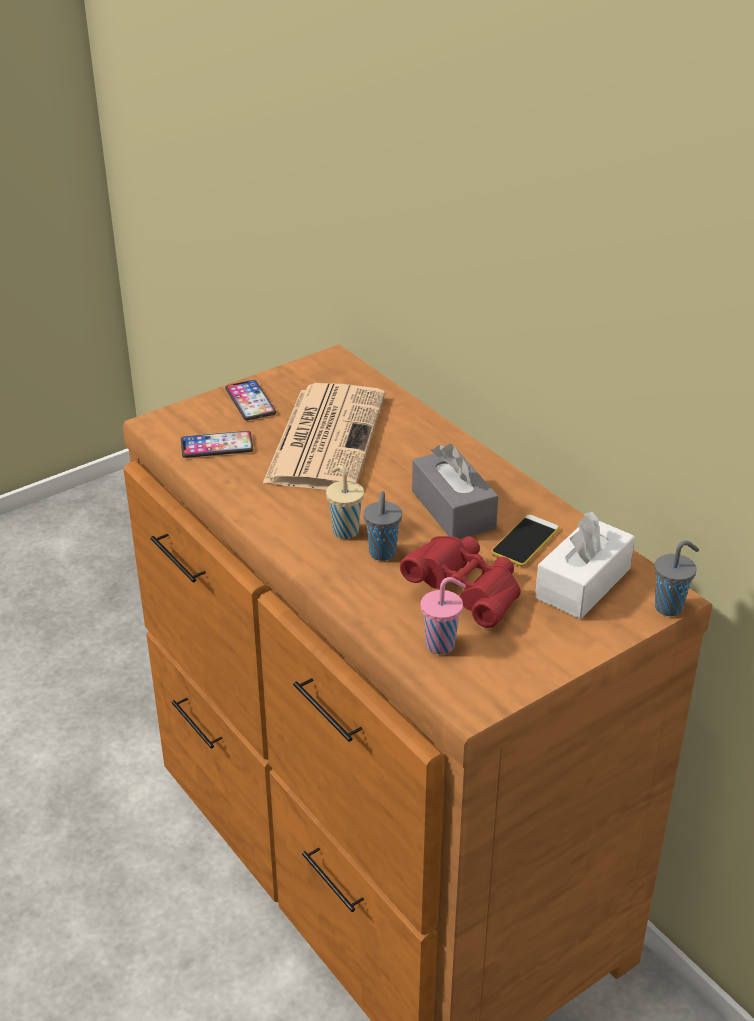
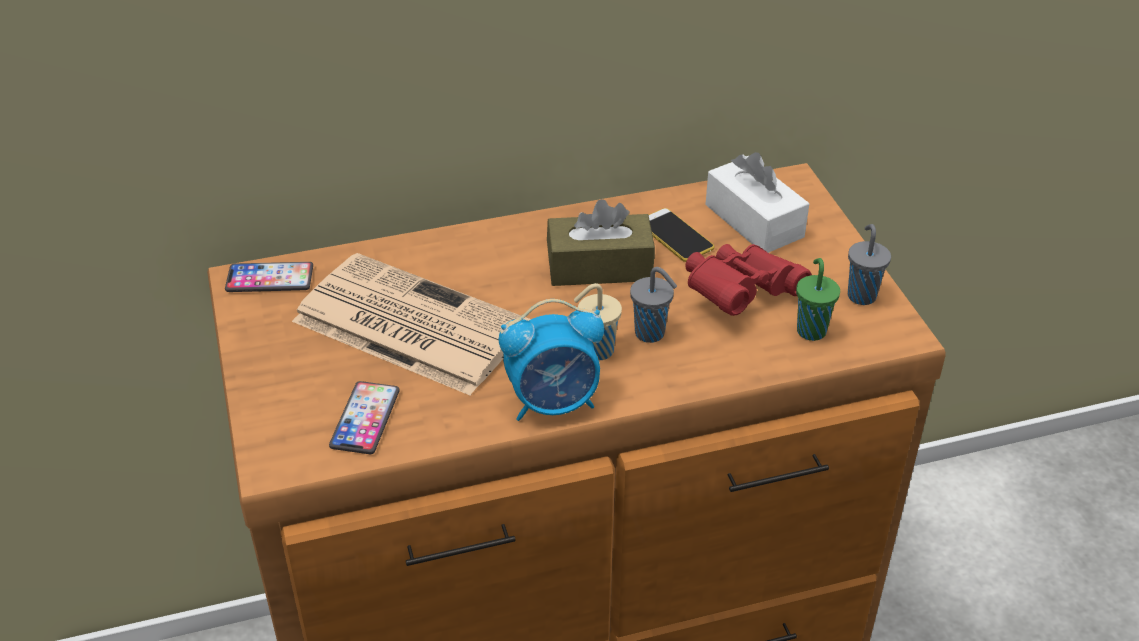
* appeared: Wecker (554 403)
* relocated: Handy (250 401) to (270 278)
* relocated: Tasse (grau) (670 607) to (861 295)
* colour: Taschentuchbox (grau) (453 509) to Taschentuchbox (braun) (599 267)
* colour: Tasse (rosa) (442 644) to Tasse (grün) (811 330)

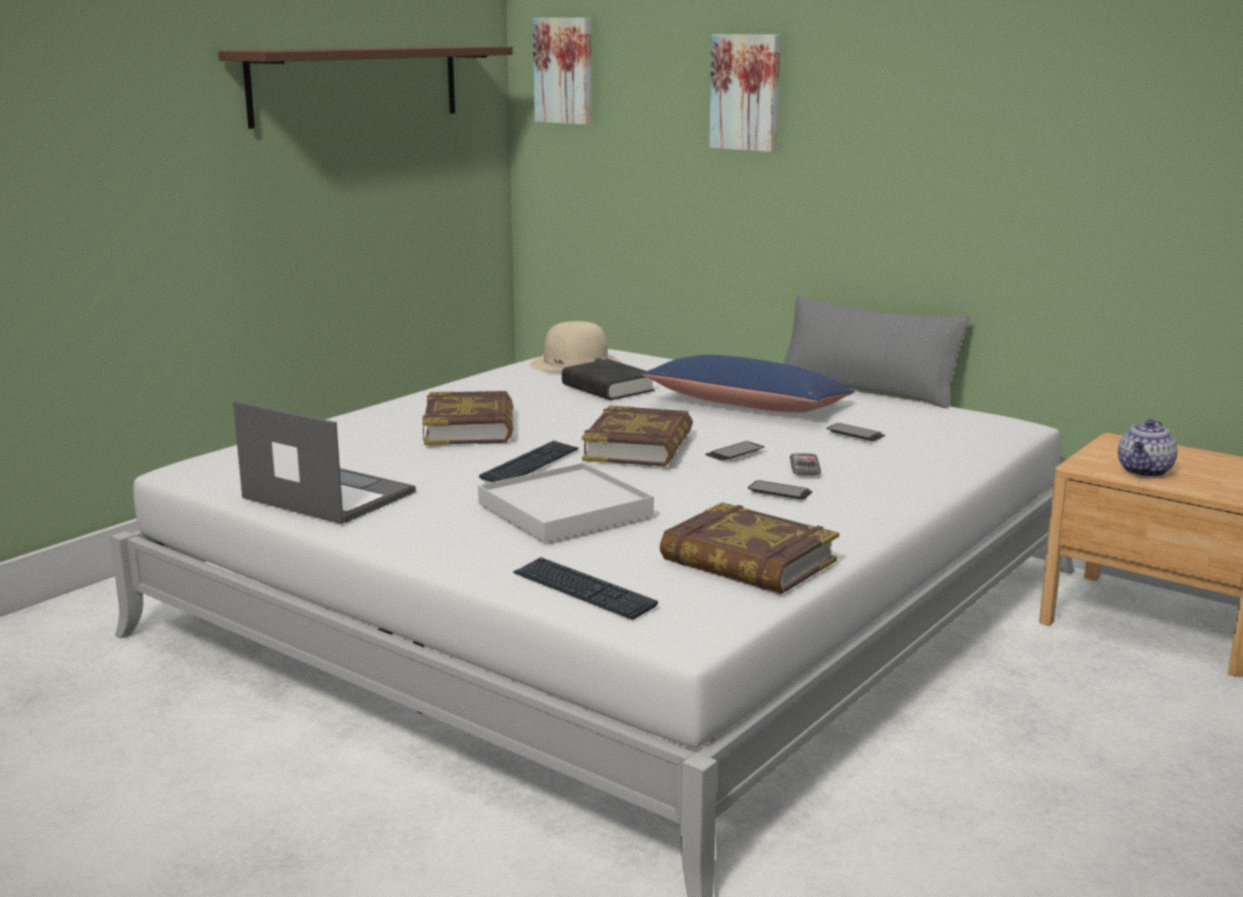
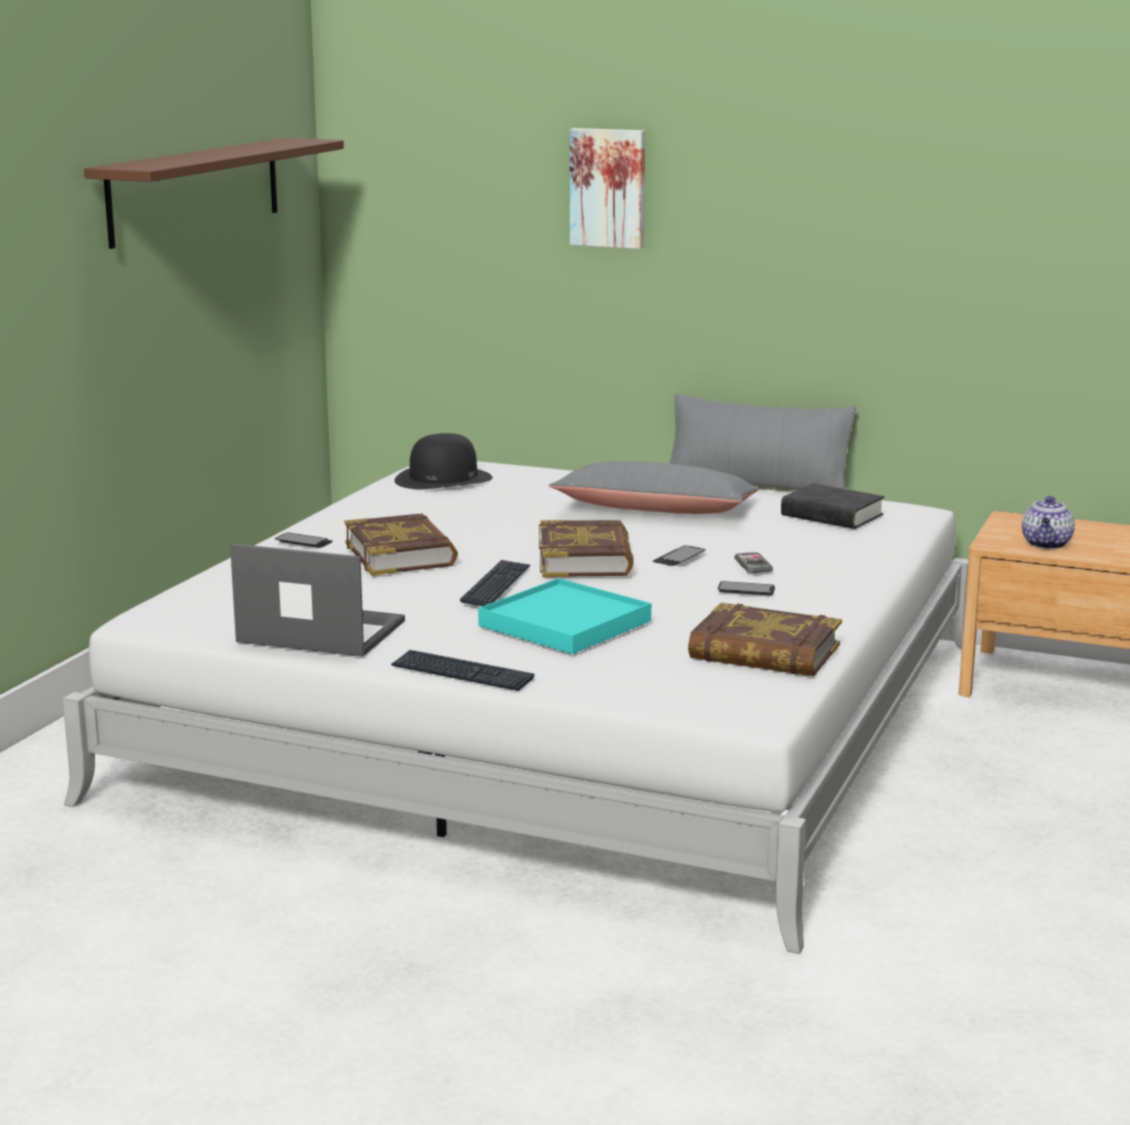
* missing: Bild (565 70)
* relocated: Tastatur (583 591) to (462 673)
* relocated: Buch (schwarz) (607 388) to (832 515)
* relocated: Handy (855 434) to (303 542)
* colour: Tablett (weiß) (564 509) to Tablett (türkis) (564 623)
* colour: Hut (beige) (575 364) to Hut (schwarz) (443 479)
* colour: Kissen (blau) (746 405) to Kissen (grau) (654 510)

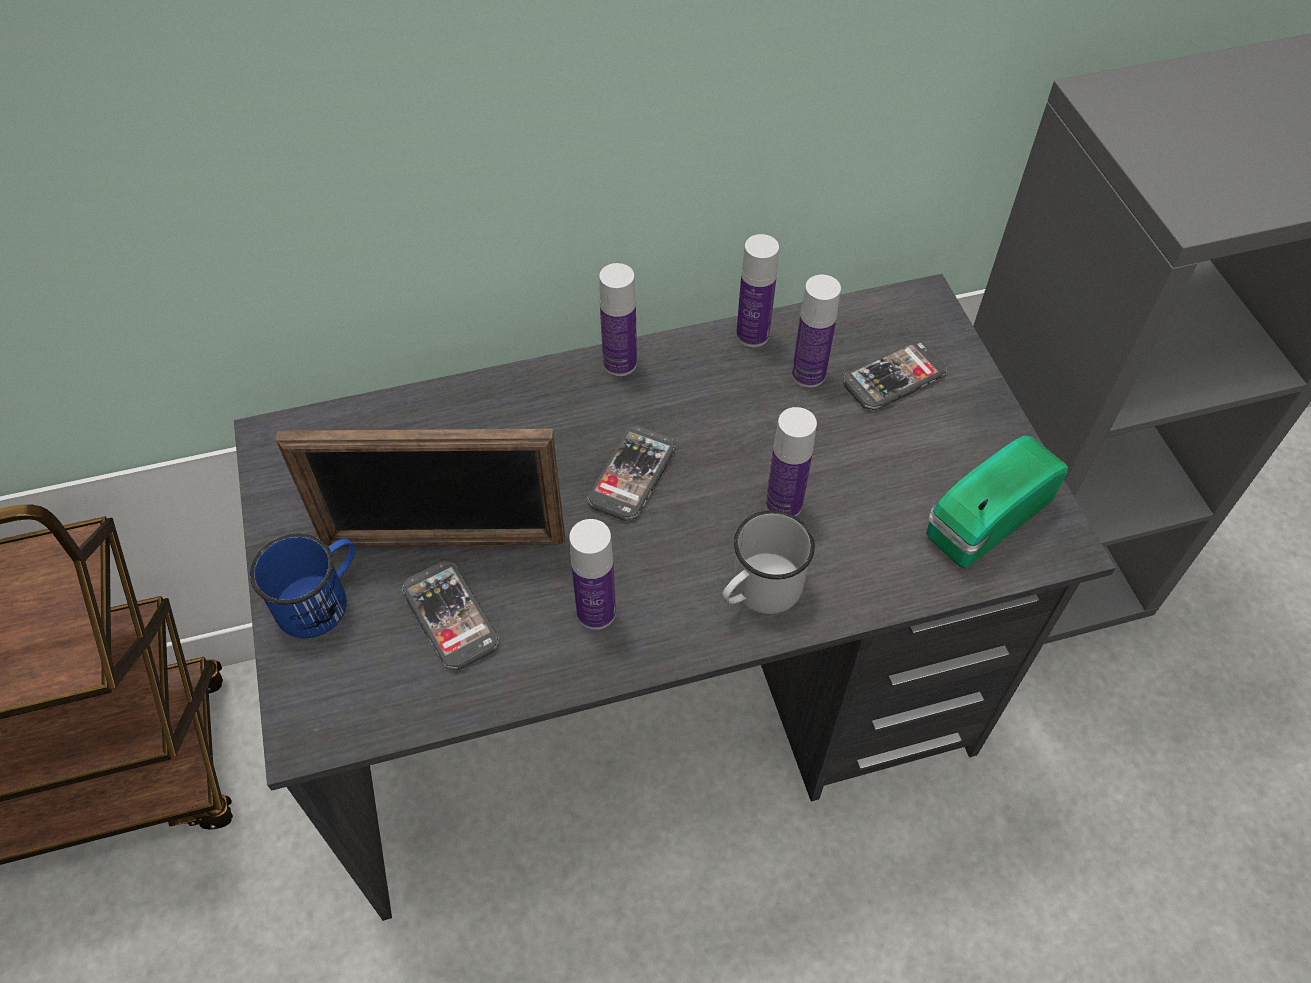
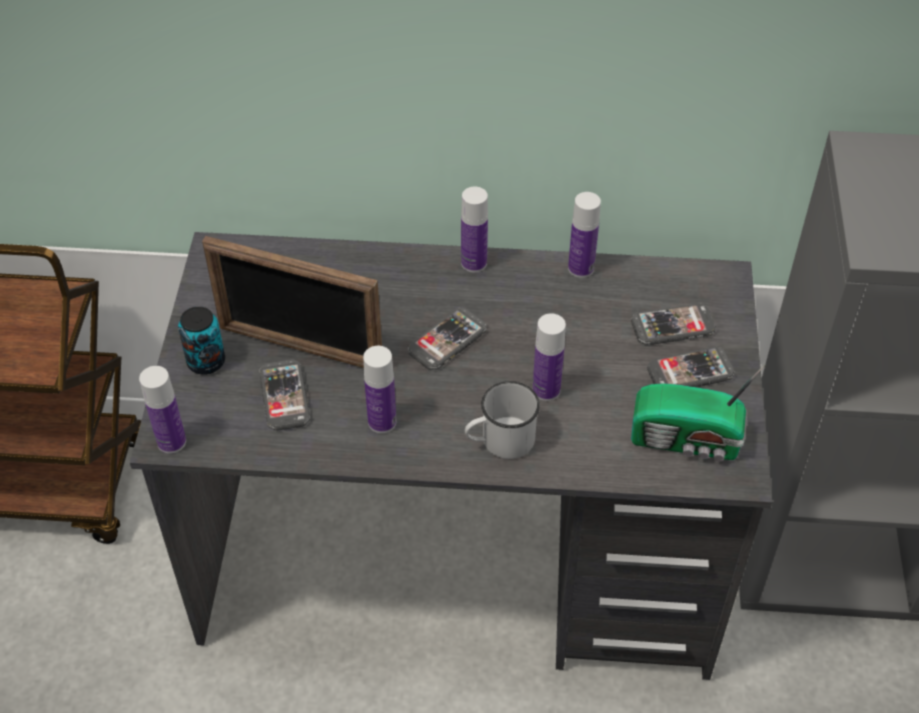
* appeared: Handy (690 372)
* relocated: Flasche (808 374) to (171 442)
* exchanged: Henkelbecher (blau) (321 599) to Dose (206 362)
* spun: Radio (982 519) = (688 441) 150 degrees counterclockwise

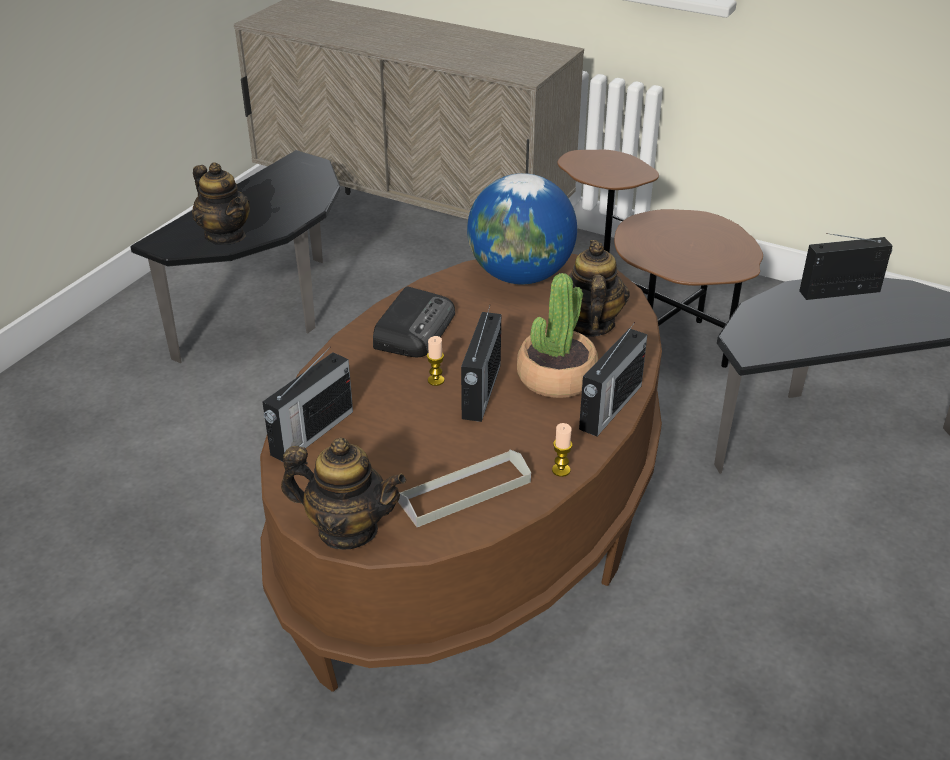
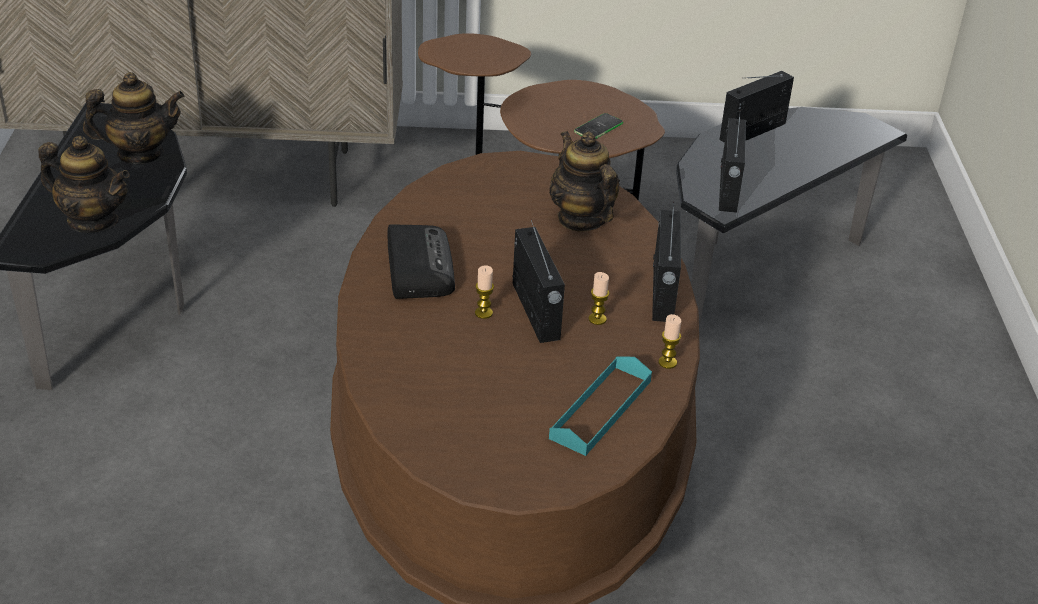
* missing: Globus (520 276)
* missing: Topfpflanze (556 377)
* appeared: Handy (598 128)
* appeared: Kerze (597 319)
* relocated: Radio (310 434) to (728 189)
* relocated: Teekanne (347 529) to (140 154)
* colour: Tablett (grau) (465 492) to Tablett (türkis) (601 409)

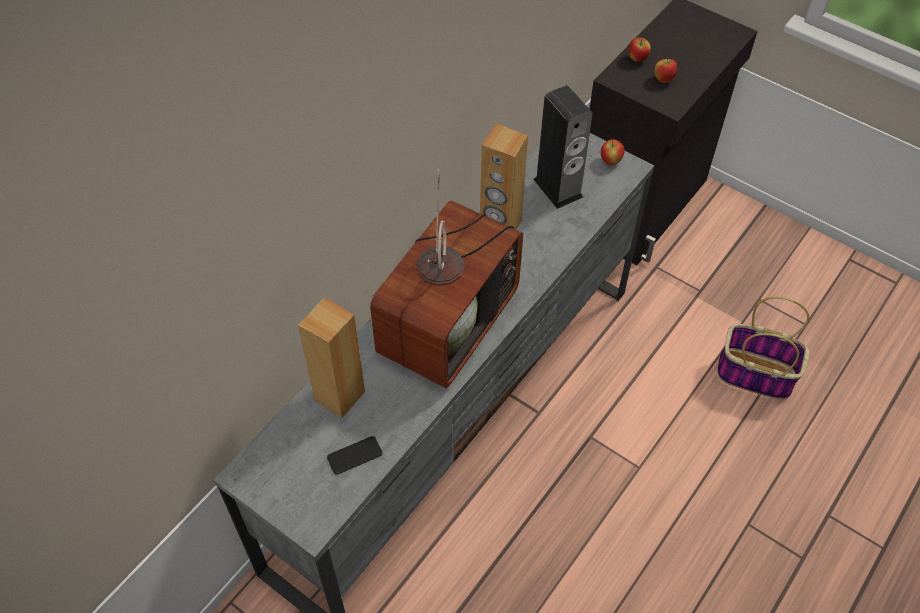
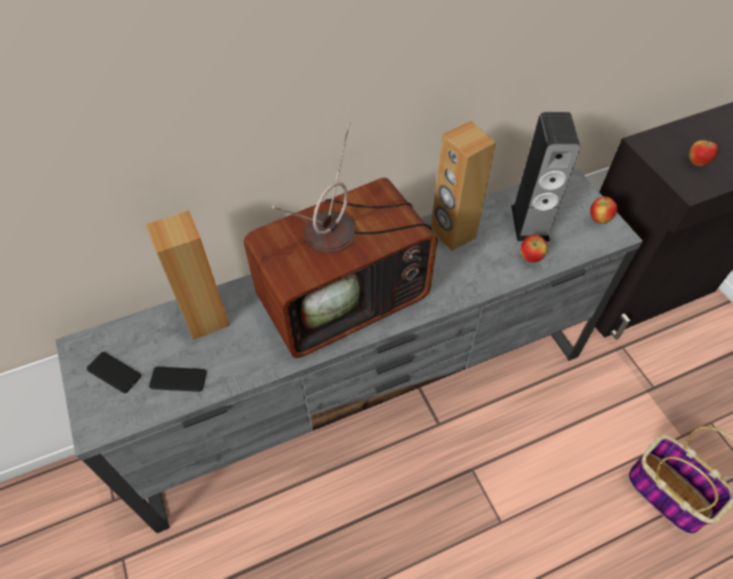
* appeared: Handy (114 372)
* relocated: Apfel (637 59) to (530 257)

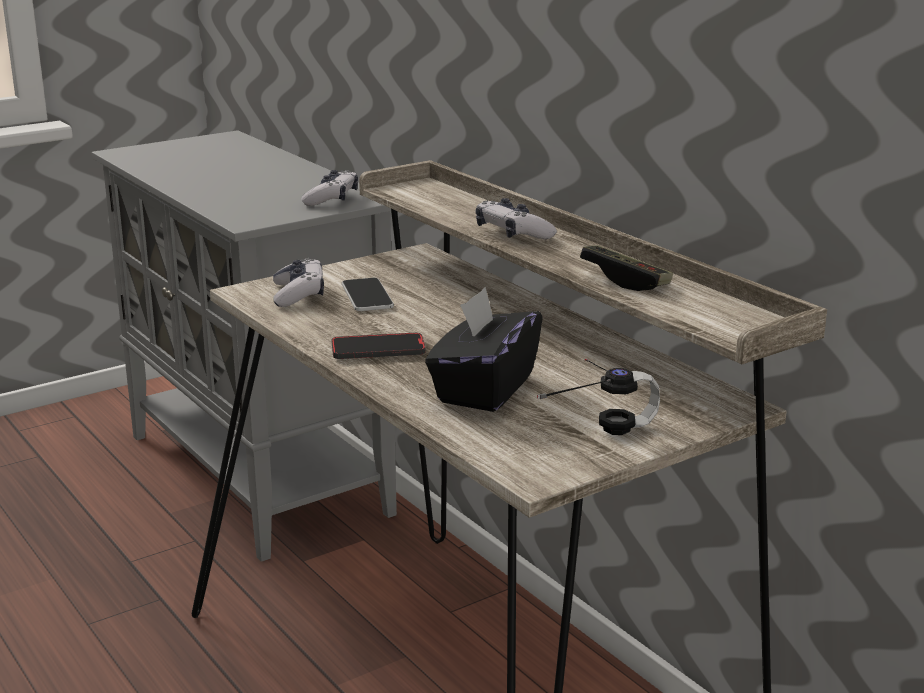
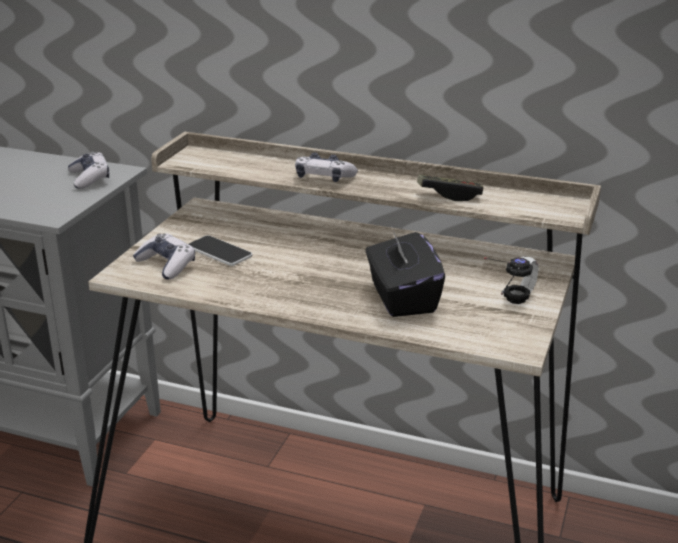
* missing: Handy (378 350)

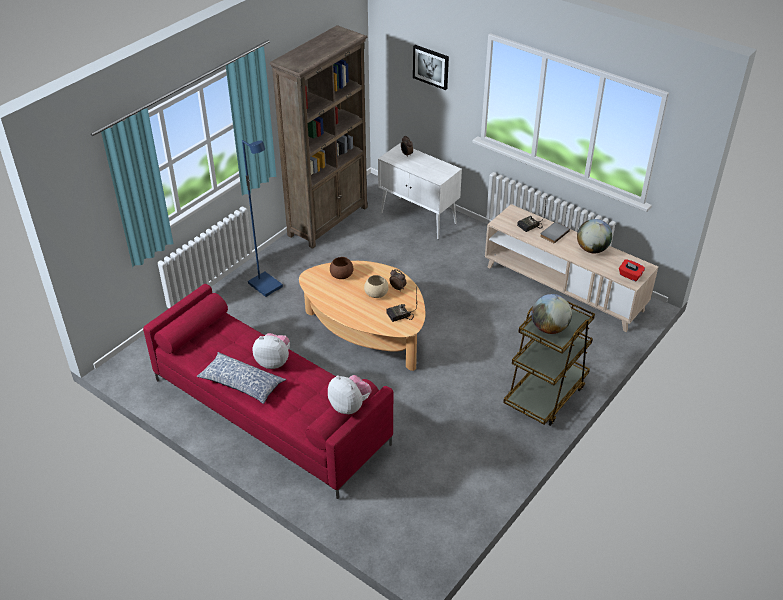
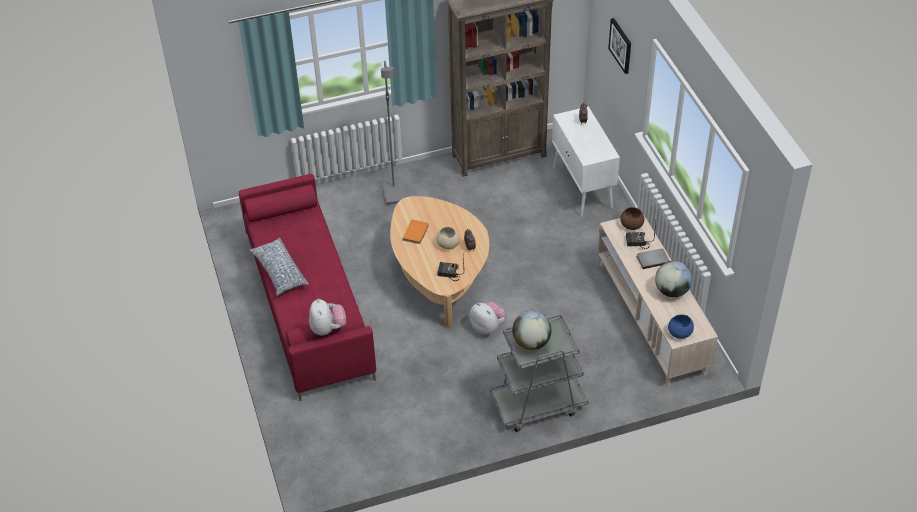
* appeared: Buch (orange) (416 233)
* relocated: Plüschtier (273 361) to (487 327)
* relocated: Schüssel (braun) (341 275) to (631 225)
* exchanged: Taschentuchbox (rot) (630 276) to Schüssel (blau) (680 332)
* colour: Stehlampe (blau) (266 285) to Stehlampe (grau) (396 194)
* colour: Rollwagen (braun) (545 394) to Rollwagen (grau) (538 404)

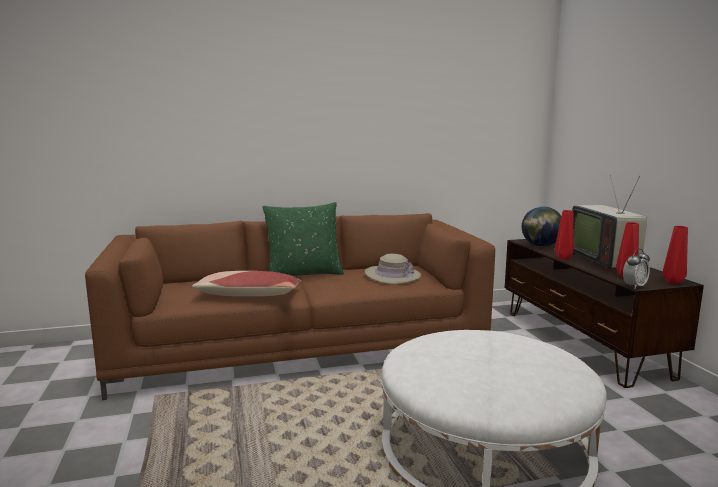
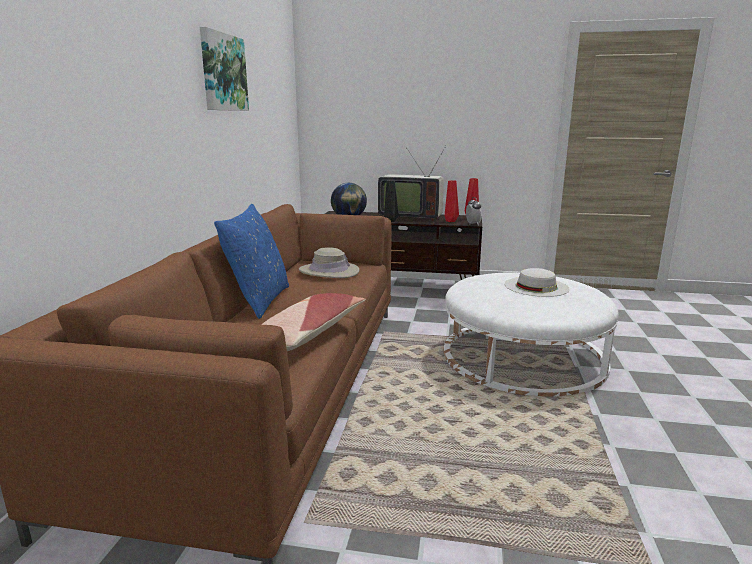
* appeared: Bild (223 72)
* appeared: Hut (weiß) (536 286)
* colour: Kissen (grün) (304 274) to Kissen (blau) (258 301)
* colour: Vase (rot) (564 258) to Vase (schwarz) (391 221)

